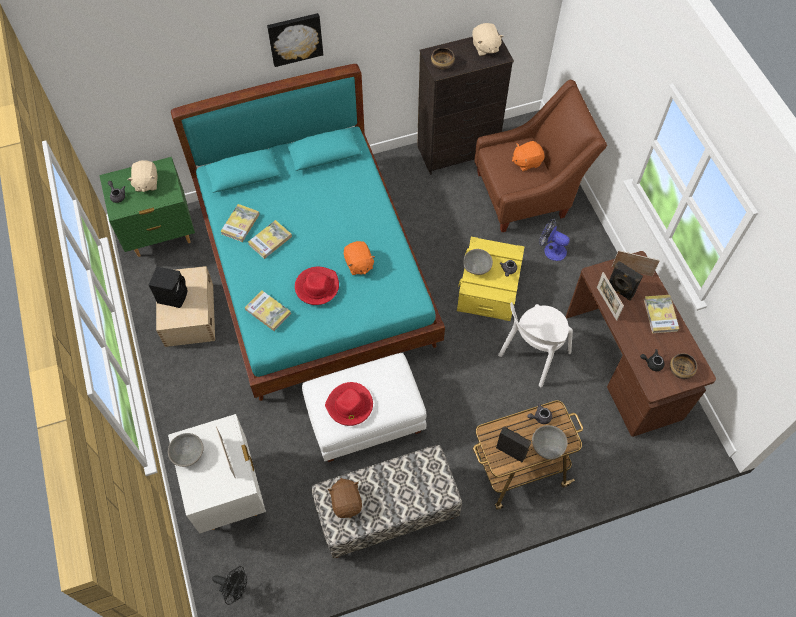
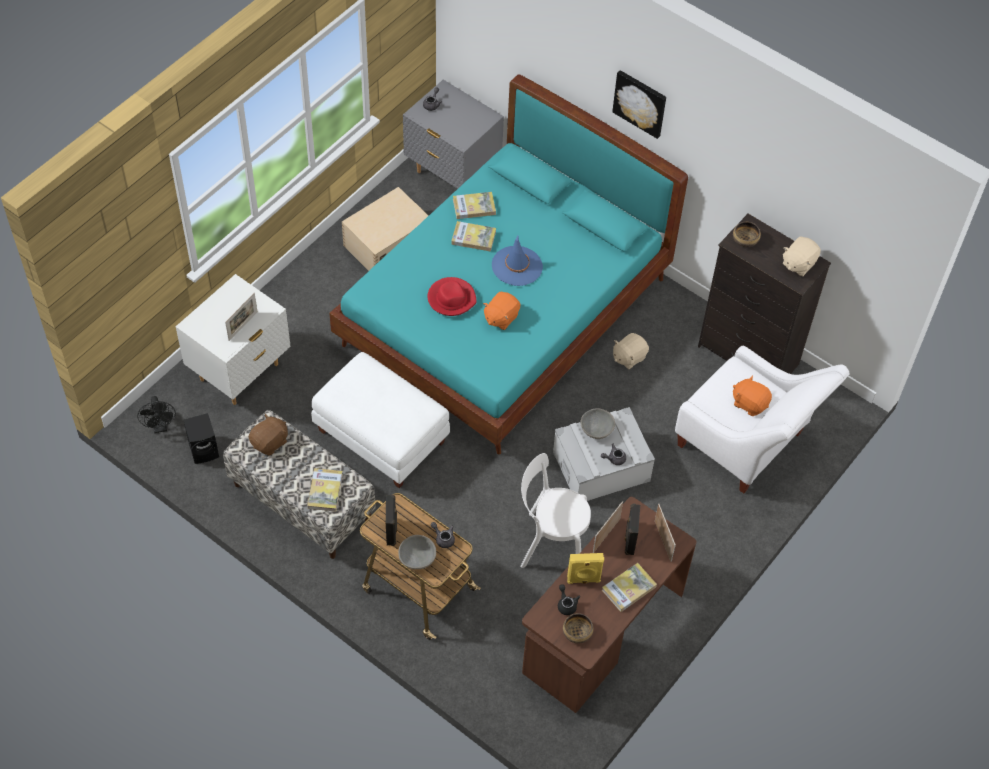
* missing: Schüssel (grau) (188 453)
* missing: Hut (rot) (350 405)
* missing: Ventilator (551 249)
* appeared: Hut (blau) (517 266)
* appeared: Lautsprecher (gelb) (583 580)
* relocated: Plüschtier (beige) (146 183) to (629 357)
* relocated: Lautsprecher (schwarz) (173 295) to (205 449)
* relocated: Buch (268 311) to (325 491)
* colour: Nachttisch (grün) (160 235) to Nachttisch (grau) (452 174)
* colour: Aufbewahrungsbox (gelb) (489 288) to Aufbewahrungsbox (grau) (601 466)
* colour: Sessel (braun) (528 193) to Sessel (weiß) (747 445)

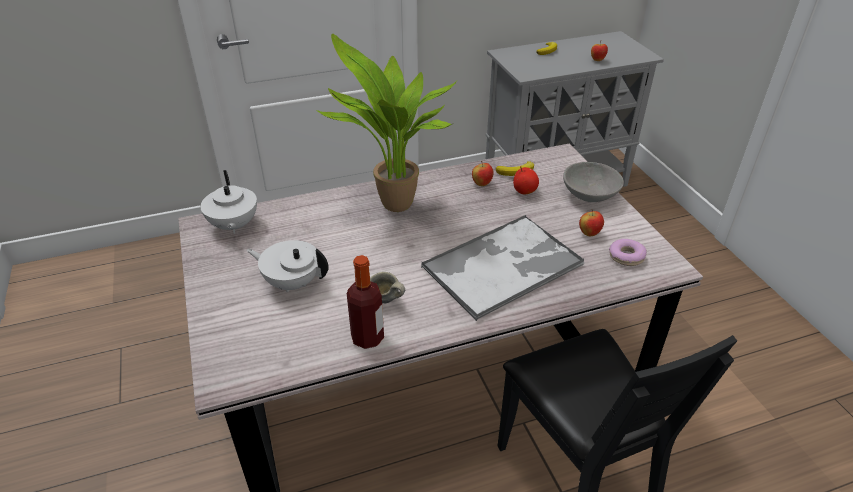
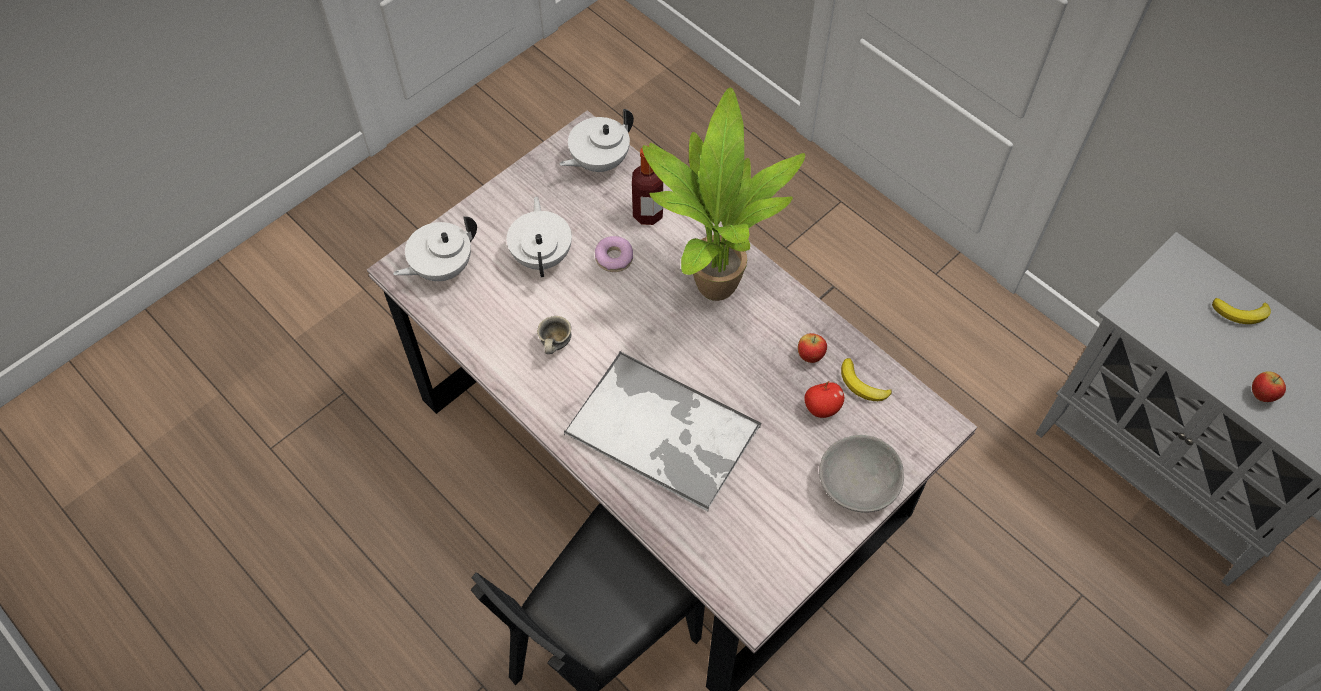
* missing: Apfel (589 233)
* appeared: Teekanne (weiß) (441 268)
* relocated: Flasche (367 338) to (648 214)
* relocated: Donut (626 257) to (614 258)

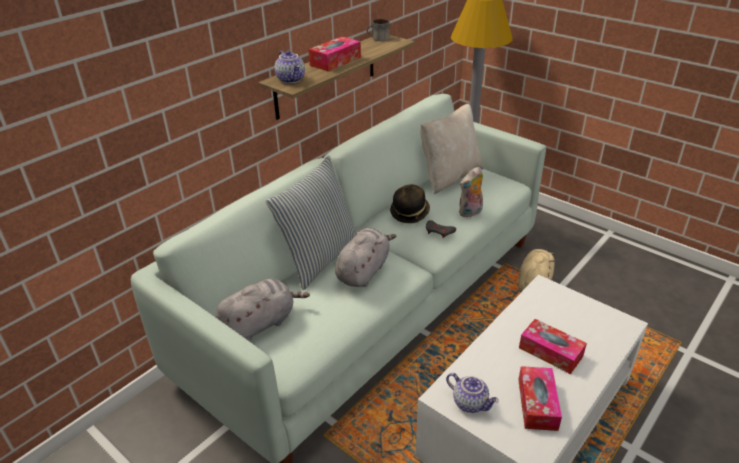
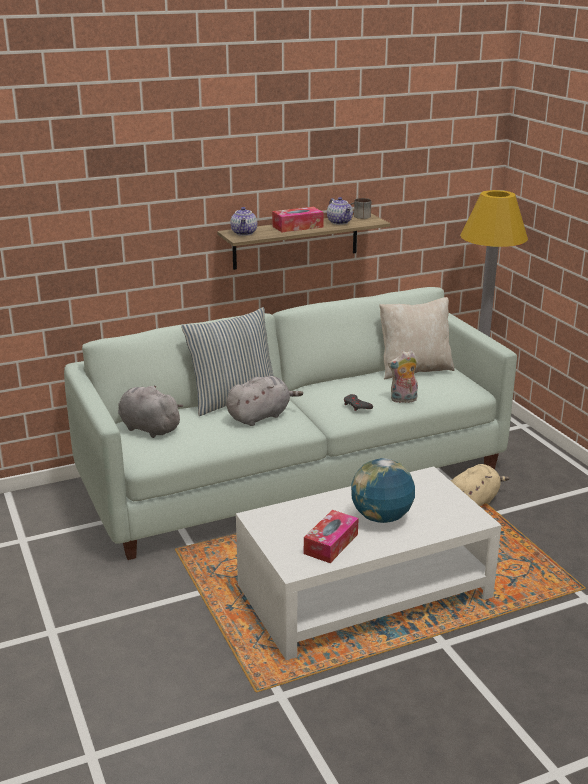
* missing: Hut (409 213)
* relocated: Teekanne (471 403) to (340 222)
* exchanged: Taschentuchbox (550 352) to Globus (381 517)
* spun: Plüschtier (grau) (261 323) = (148 428) 135 degrees counterclockwise

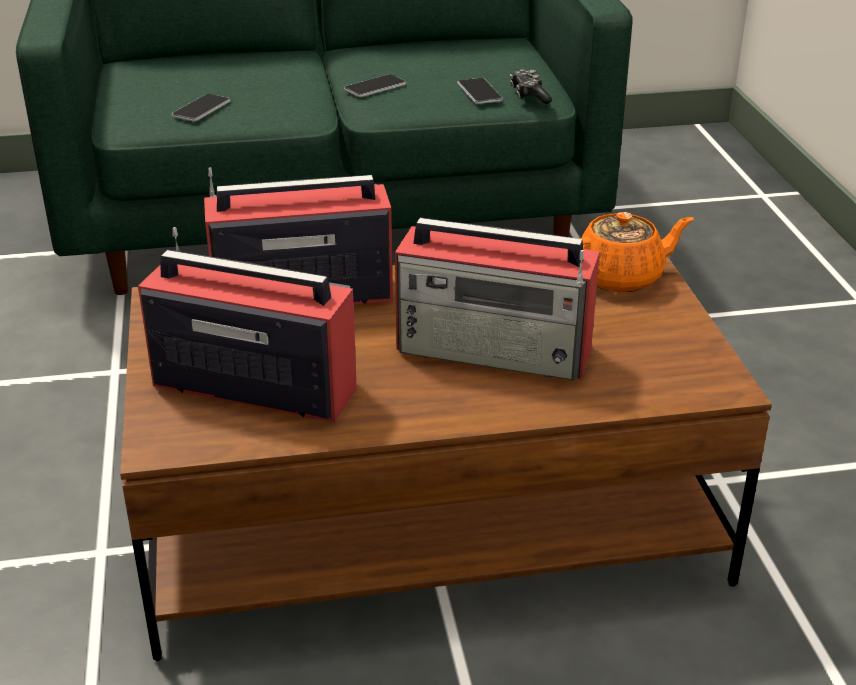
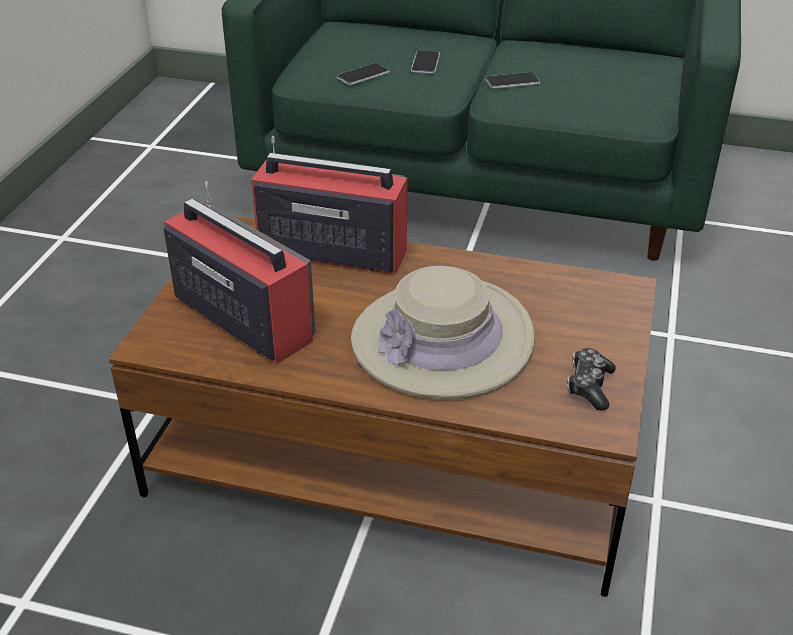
* missing: Teekanne (orange) (620 277)
* relocated: Handy (479 92) to (425 63)
* relocated: Gamepad (529 95) to (589 386)
* exchanged: Radio (496 350) to Hut (beige) (442 340)

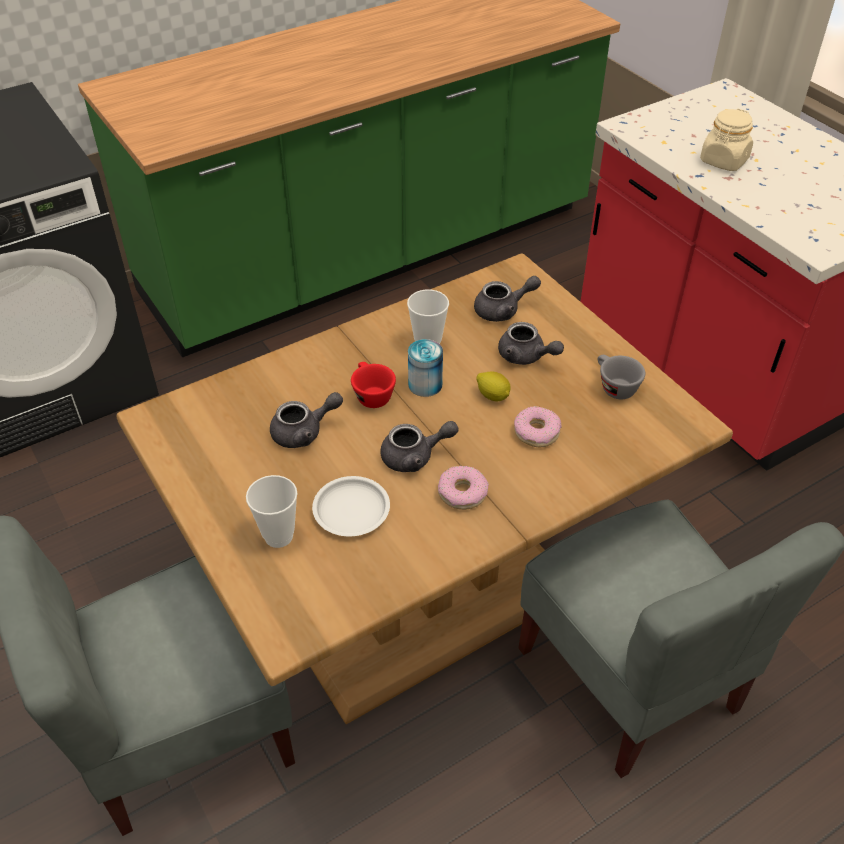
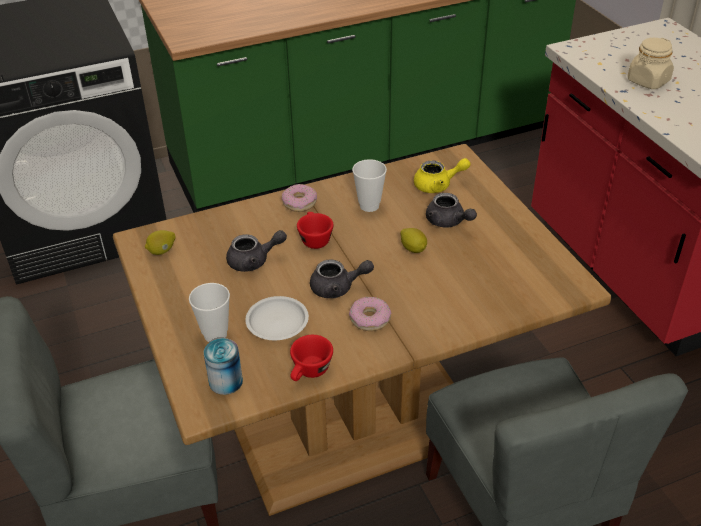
* missing: Tasse (grau) (614 386)
* appeared: Zitrone (162 251)
* appeared: Tasse (rot) (309 372)
* relocated: Dose (425 384) to (225 381)
* relocated: Donut (537 432) to (299 203)
* colour: Teekanne (grau) (503 310) to Teekanne (gelb) (438 185)

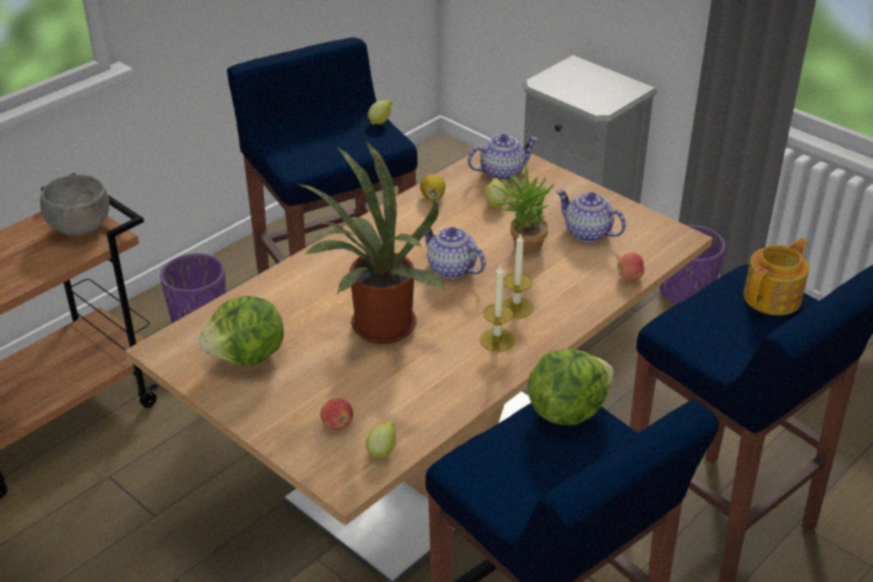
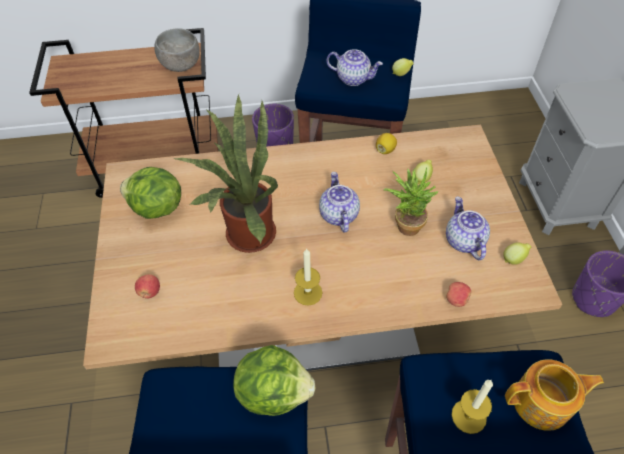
* relocated: Zitrone (382 451) to (514 259)
* relocated: Teekanne (502 172) to (353 78)
* relocated: Kerze (516 308) to (468 416)

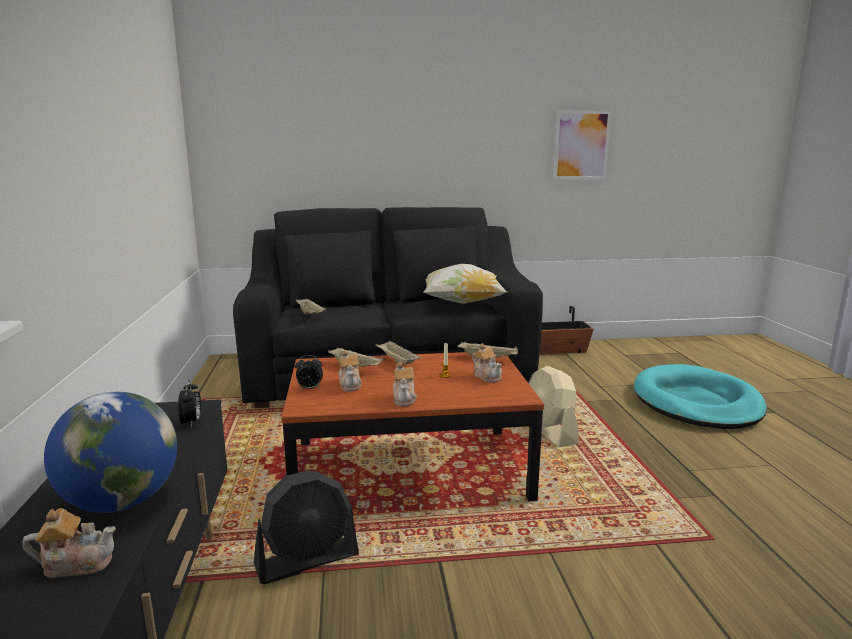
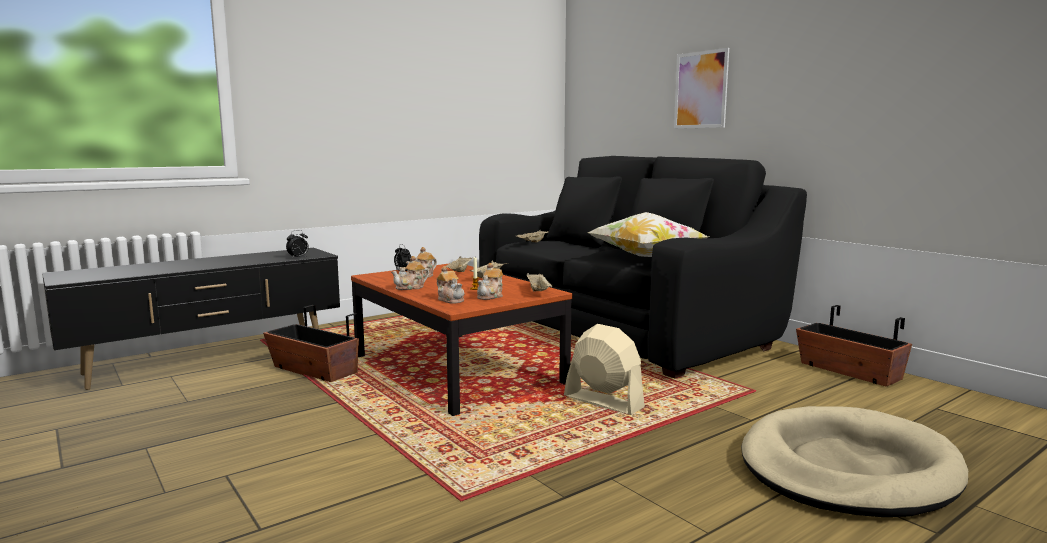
* missing: Globus (121 502)
* relocated: Teekanne (76 563) to (450 300)
* relocated: Bild (581 145) to (701 90)
* exchanged: Ventilator (schwarz) (307 560) to Pflanzkübel (313 371)
* colour: Hundebett (türkis) (696 402) to Hundebett (beige) (846 468)
* spun: Ventilator (beige) (550 432) = (603 402) 90 degrees clockwise

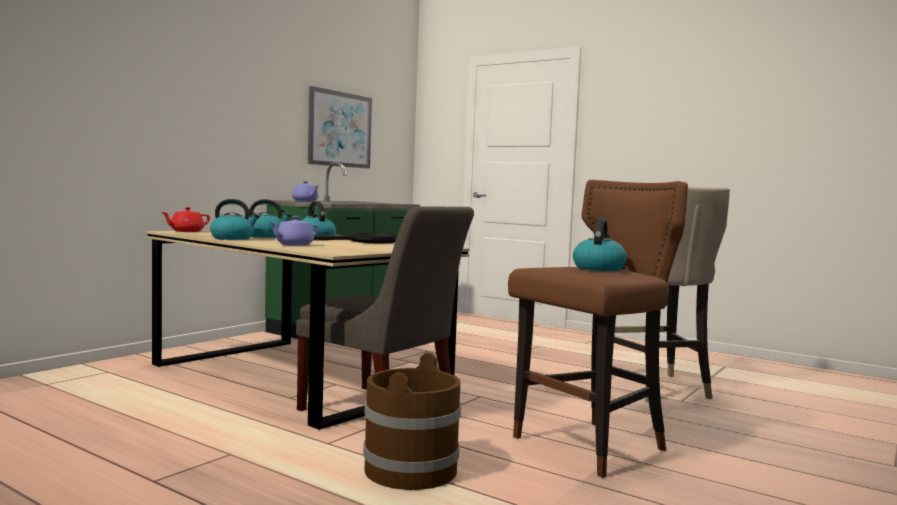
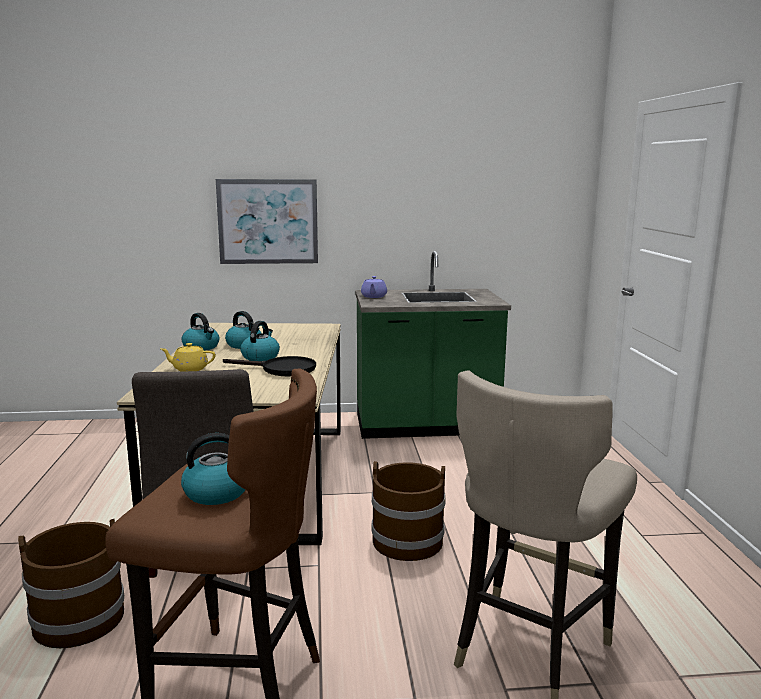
* missing: Teekanne (rot) (186 231)
* appeared: Eimer (braun) (407 541)
* relocated: Bild (340 129) to (268 221)
* colour: Teekanne (lila) (293 244) to Teekanne (gelb) (189 369)

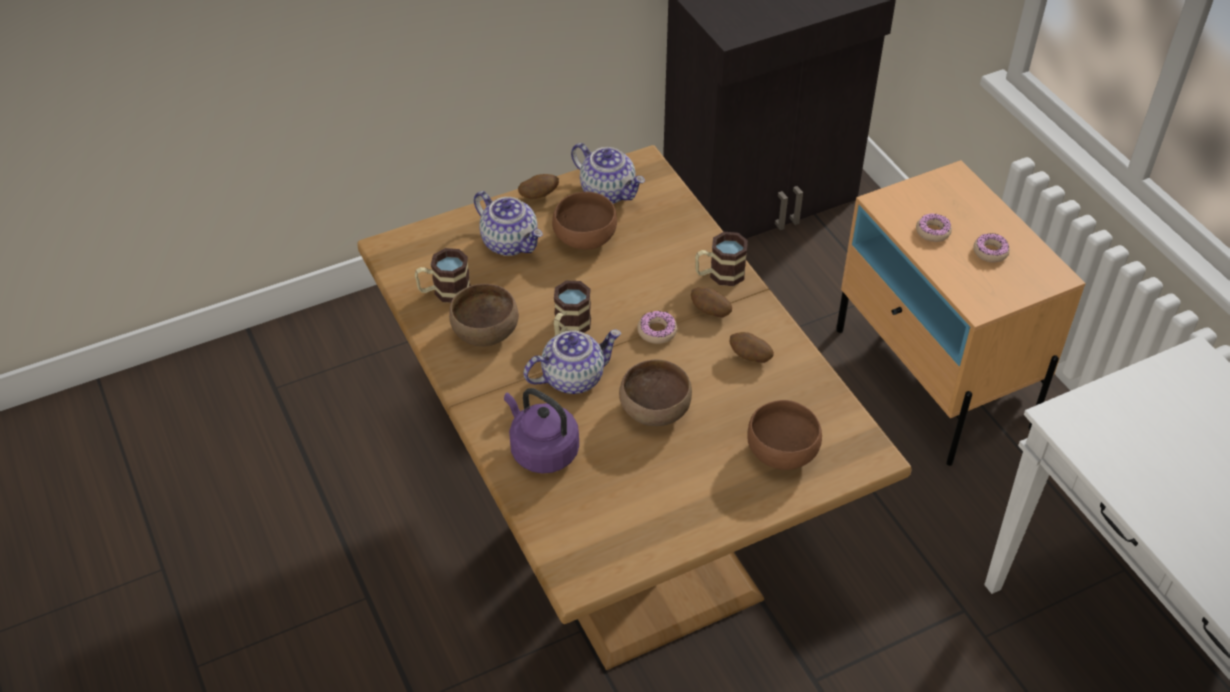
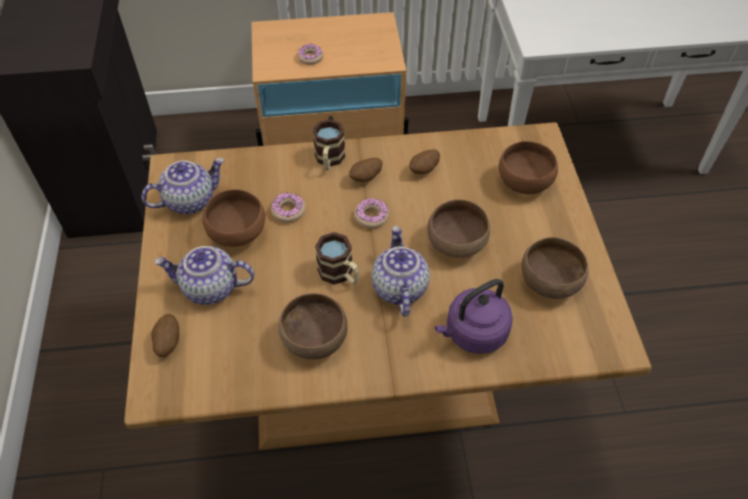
* missing: Henkelbecher (444 292)
* appeared: Schüssel (braun) (550 281)
* relocated: Kartoffel (539 195) to (168 342)
* relocated: Donut (990 252) to (288 211)
* spun: Teekanne (510 242) = (210 288) 150 degrees counterclockwise

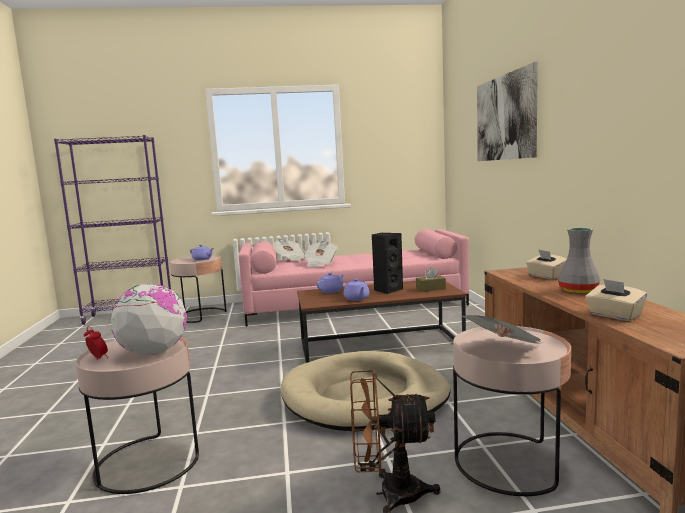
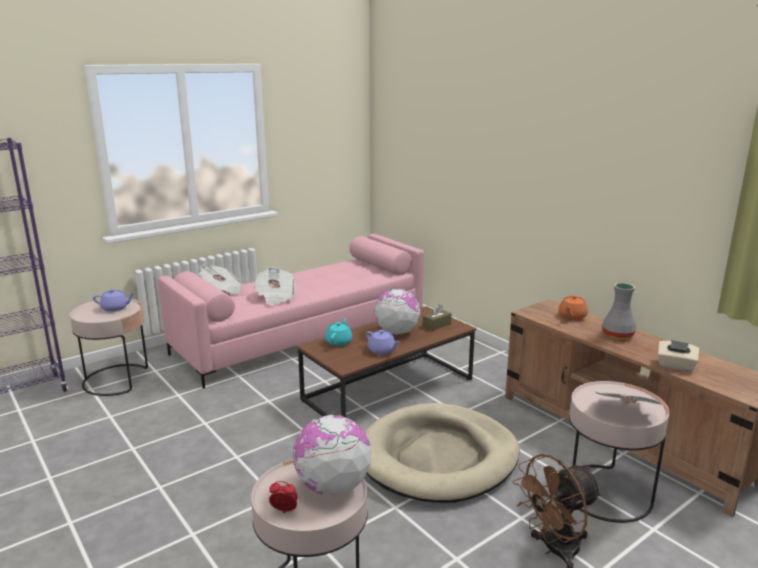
* missing: Bild (505 118)
* exchanged: Lautsprecher (schwarz) (387 290) to Globus (396 332)
* exchanged: Taschentuchbox (beige) (546 276) to Teekanne (orange) (572 316)
* colour: Teekanne (lila) (331 291) to Teekanne (türkis) (339 341)

